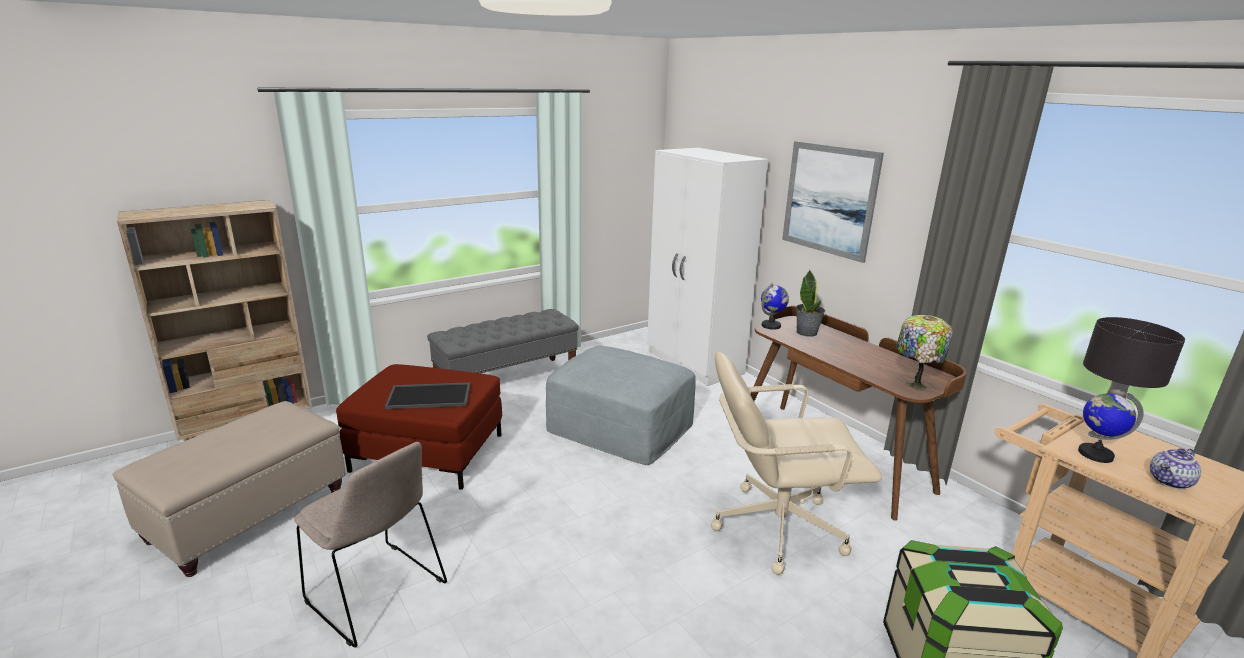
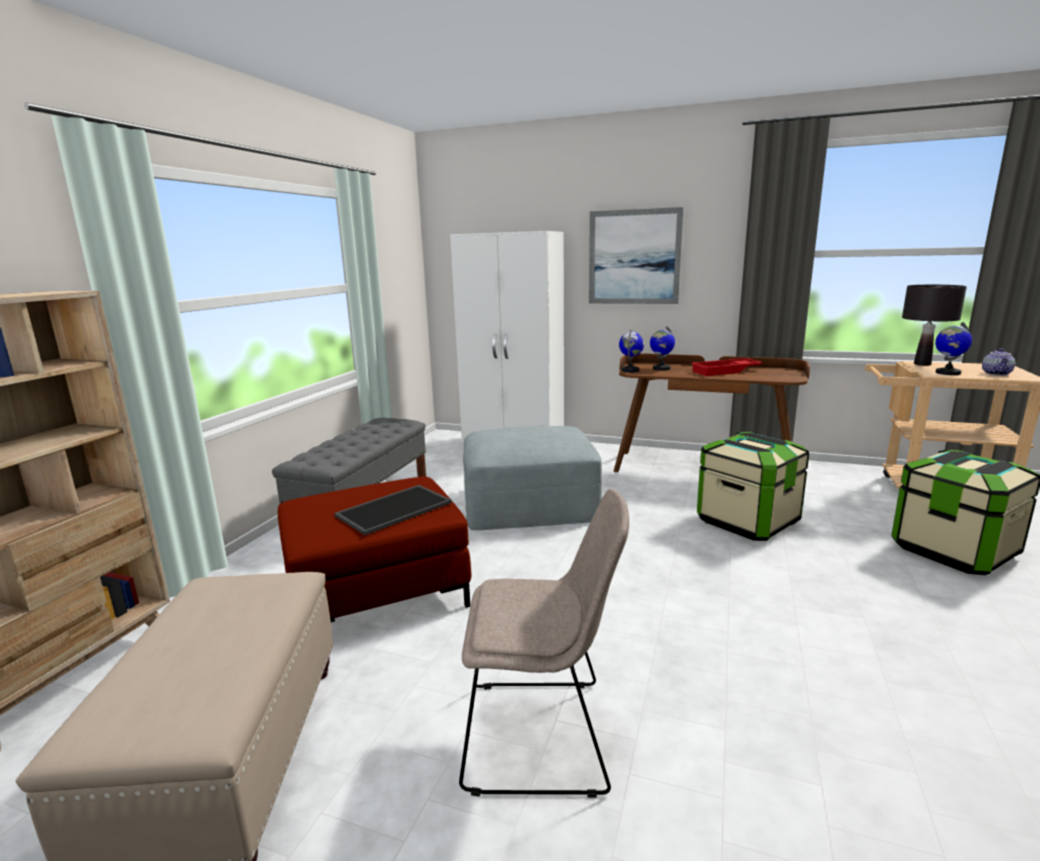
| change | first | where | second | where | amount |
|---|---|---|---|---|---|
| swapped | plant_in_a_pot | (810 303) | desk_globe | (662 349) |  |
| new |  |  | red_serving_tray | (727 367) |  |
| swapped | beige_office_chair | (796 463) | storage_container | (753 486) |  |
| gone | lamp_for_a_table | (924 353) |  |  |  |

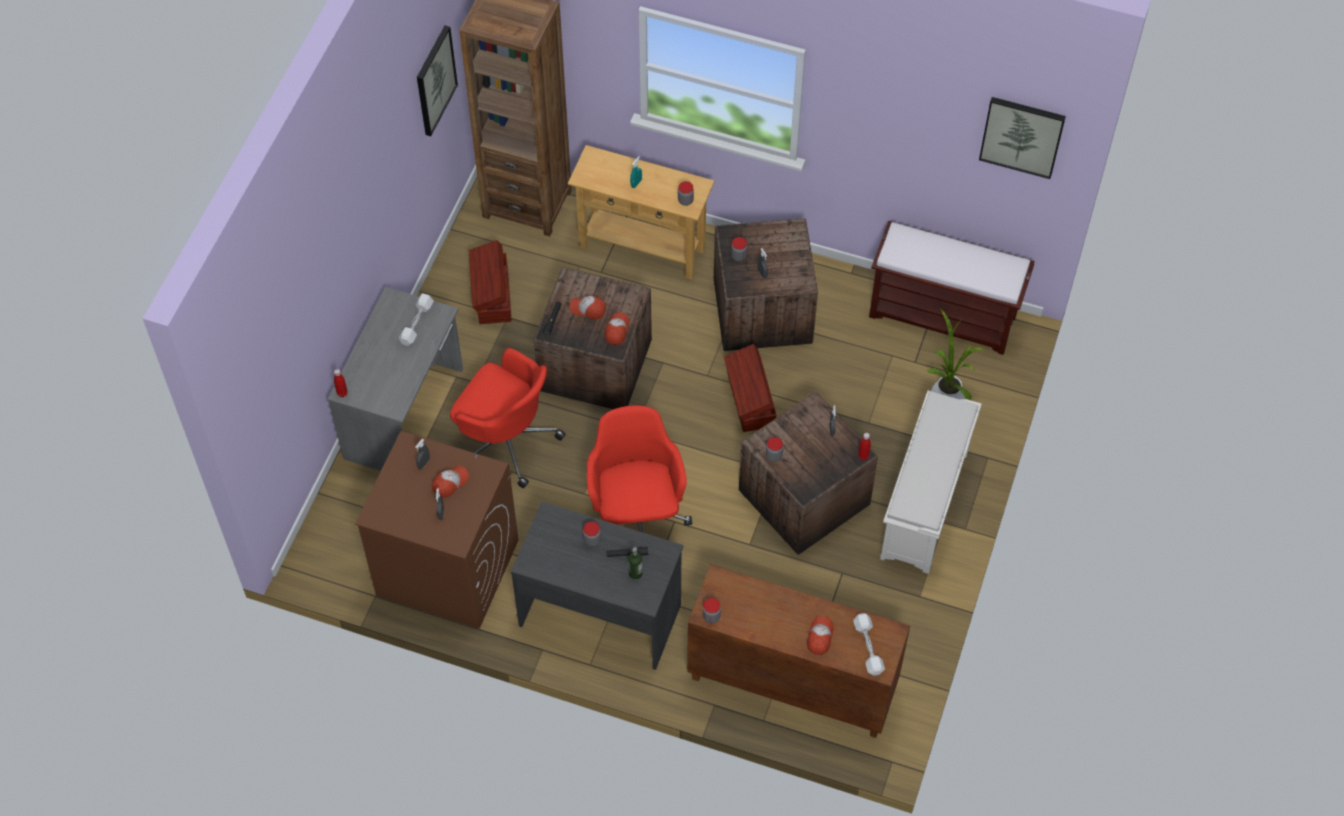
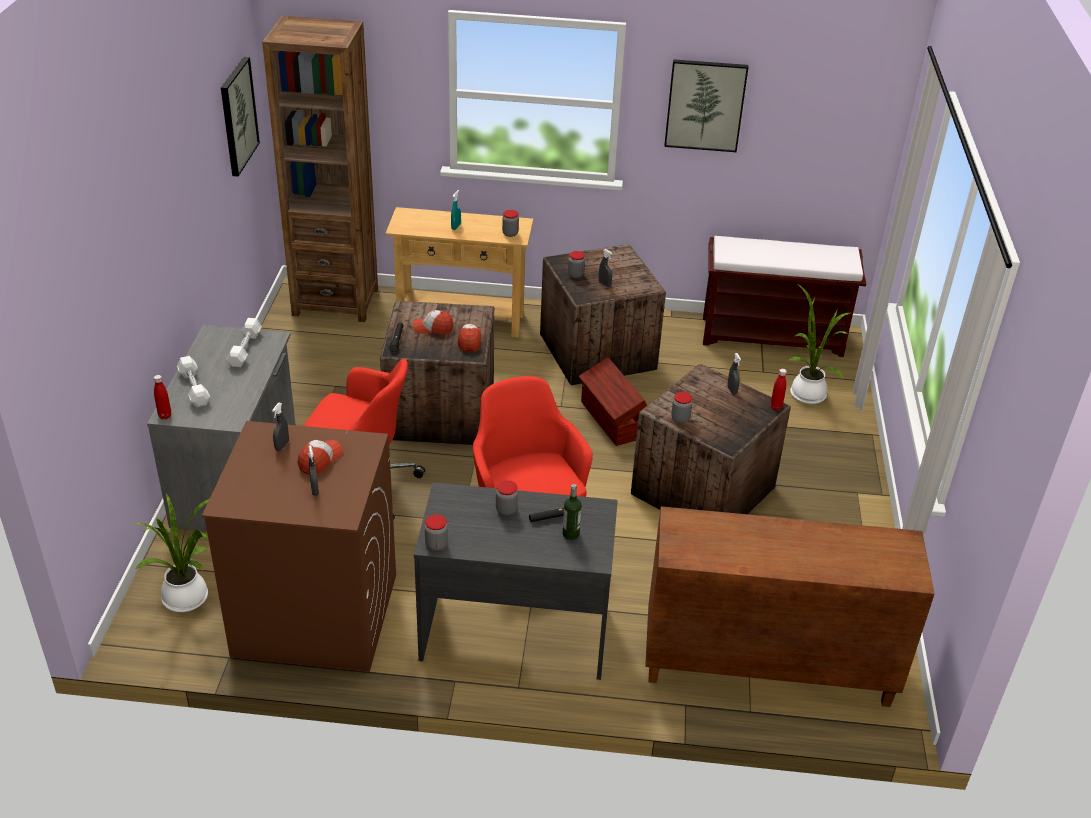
| change | first | where | second | where | amount |
|---|---|---|---|---|---|
| new |  |  | plant_in_a_pot | (171 553) |  |
| shifted | whitish_free_weight | (869 644) |  | (193 381) |  |
| shifted | preserve_jar | (712 610) |  | (436 533) |  |
| shifted | wall_art | (1022 138) |  | (706 105) |  |
| gone | brown_storage_container | (490 282) |  |  |  |
| gone | peaked_cap | (820 635) |  |  |  |
| gone | whitish_shoe_rack | (930 482) |  |  |  |

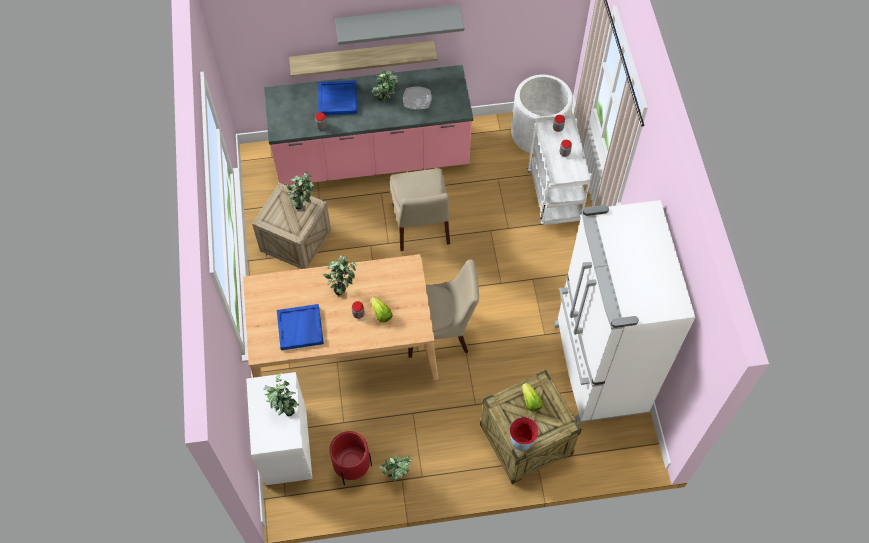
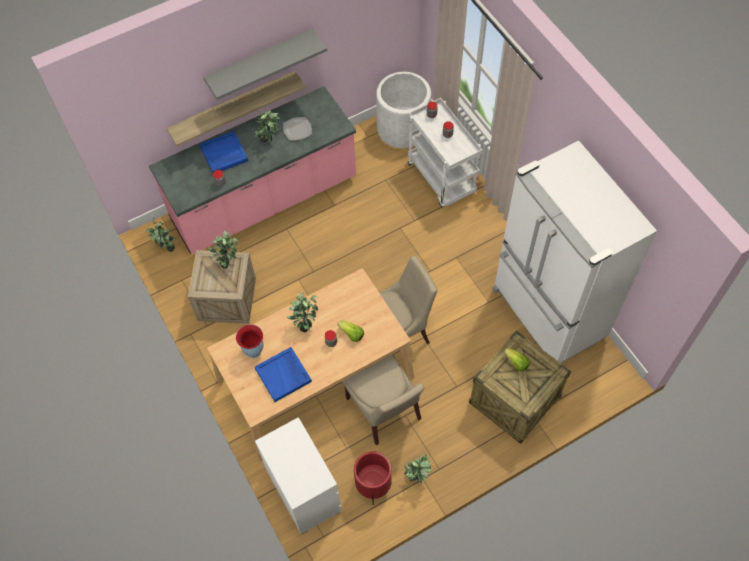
| change | first | where | second | where | amount |
|---|---|---|---|---|---|
| shifted | plant_in_a_pot | (281 394) |  | (161 233) |  |
| shifted | vase | (524 434) |  | (249 341) |  |
| shifted | beige_chair | (420 209) |  | (383 399) |  |

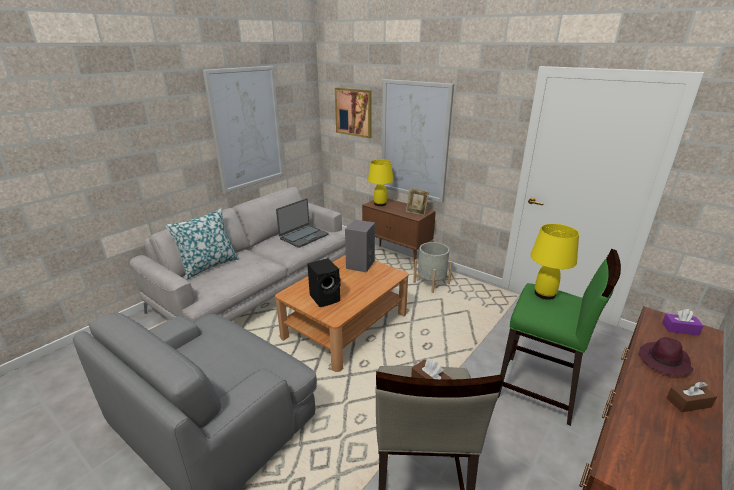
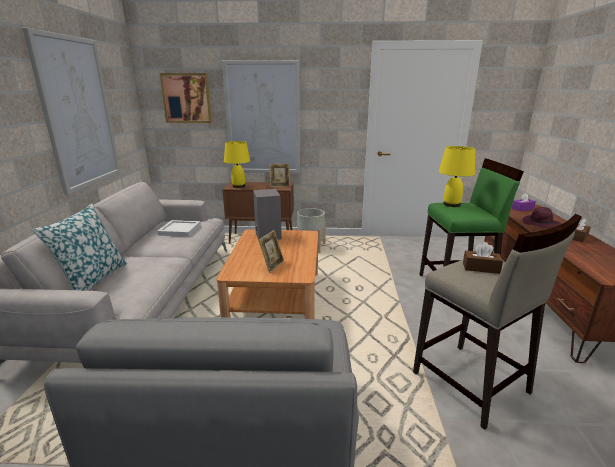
| change | first | where | second | where | amount |
|---|---|---|---|---|---|
| swapped | notebook_computer | (302 223) | whitish_serving_tray | (179 228) |  |
| swapped | black_loudspeaker | (324 282) | picture_frame | (271 251) |  |

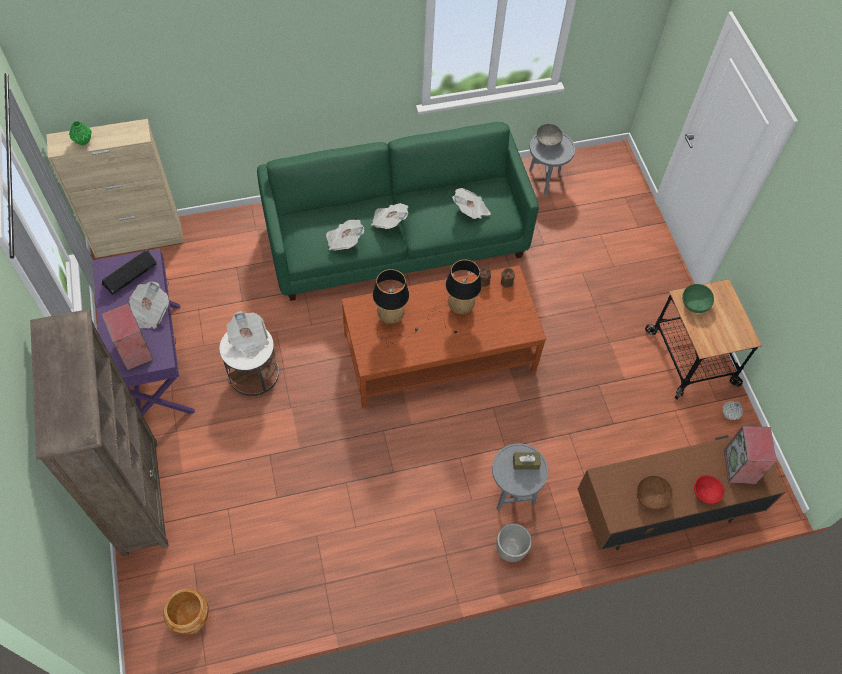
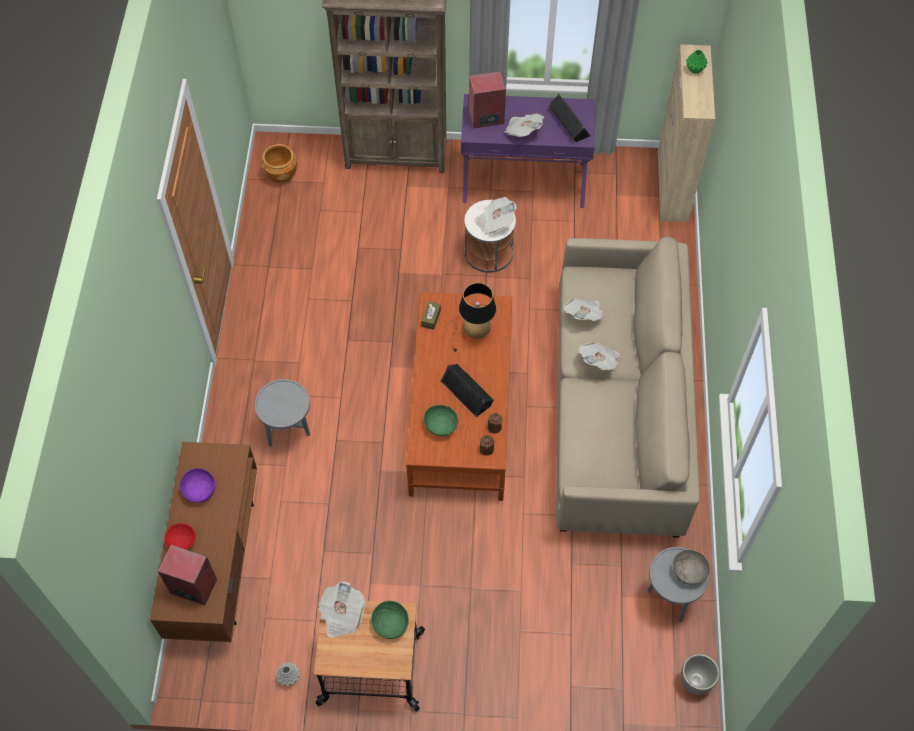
| change | first | where | second | where | amount |
|---|---|---|---|---|---|
| repainted | brown_serving_bowl | (655 493) | purple-coloured_serving_bowl | (197 485) |  |
| shifted | newspaper | (471 203) |  | (342 610) |  |
| shifted | brown_box_of_tissues | (527 460) |  | (431 315) |  |
| new |  |  | greenish_serving_bowl | (441 420) |  |
| swapped | lamp_for_a_table | (454 297) | black_loudspeaker | (467 390) |  |
| repainted | greenish_settee | (398 211) | beige_settee | (628 387) |  |
| shifted | grey_plant_pot | (514 542) |  | (700 674) |  |

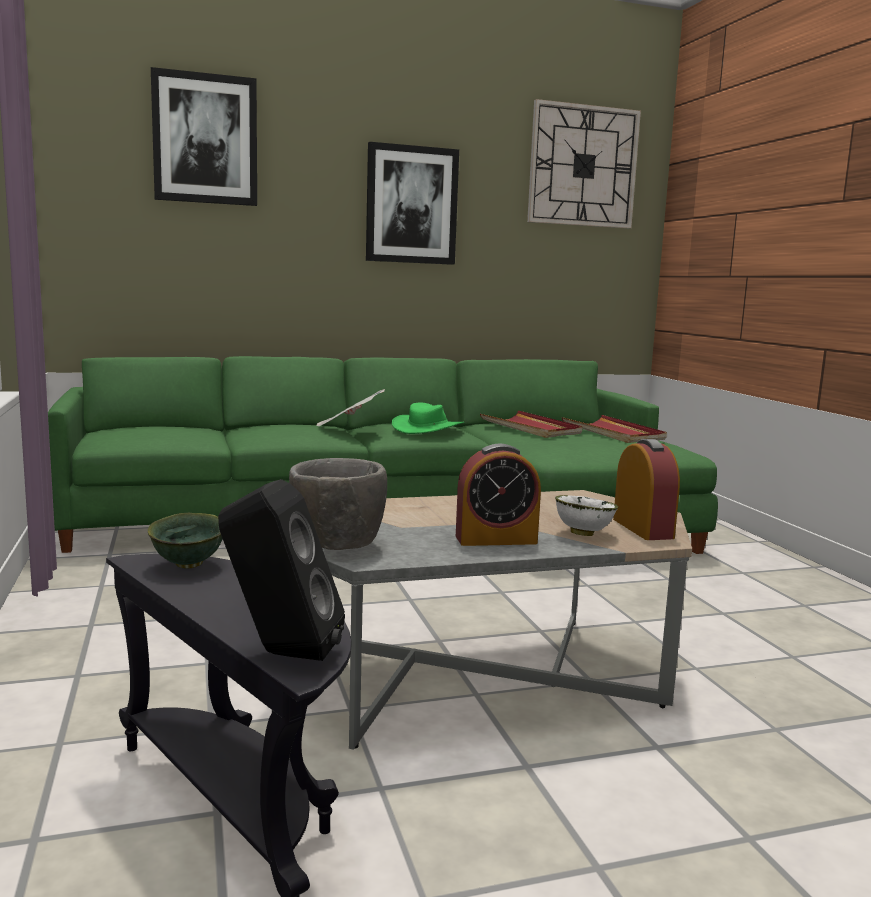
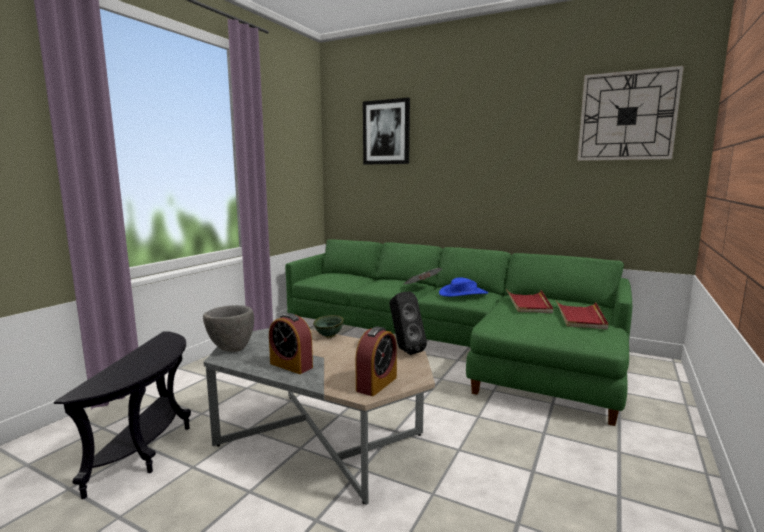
| change | first | where | second | where | amount |
|---|---|---|---|---|---|
| shifted | greenish_serving_bowl | (185 541) |  | (328 326) |  |
| shifted | black_loudspeaker | (281 570) |  | (408 323) |  |
| repainted | greenish_hat | (428 418) | blue_hat | (463 287) |  |
| gone | wall_art | (412 203) |  |  |  |
| gone | whitish_serving_bowl | (586 515) |  |  |  |

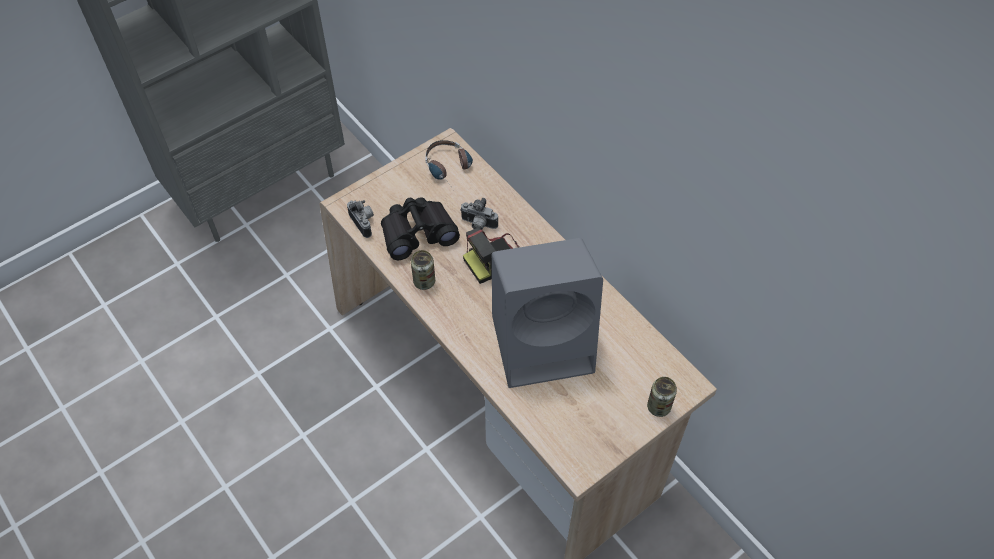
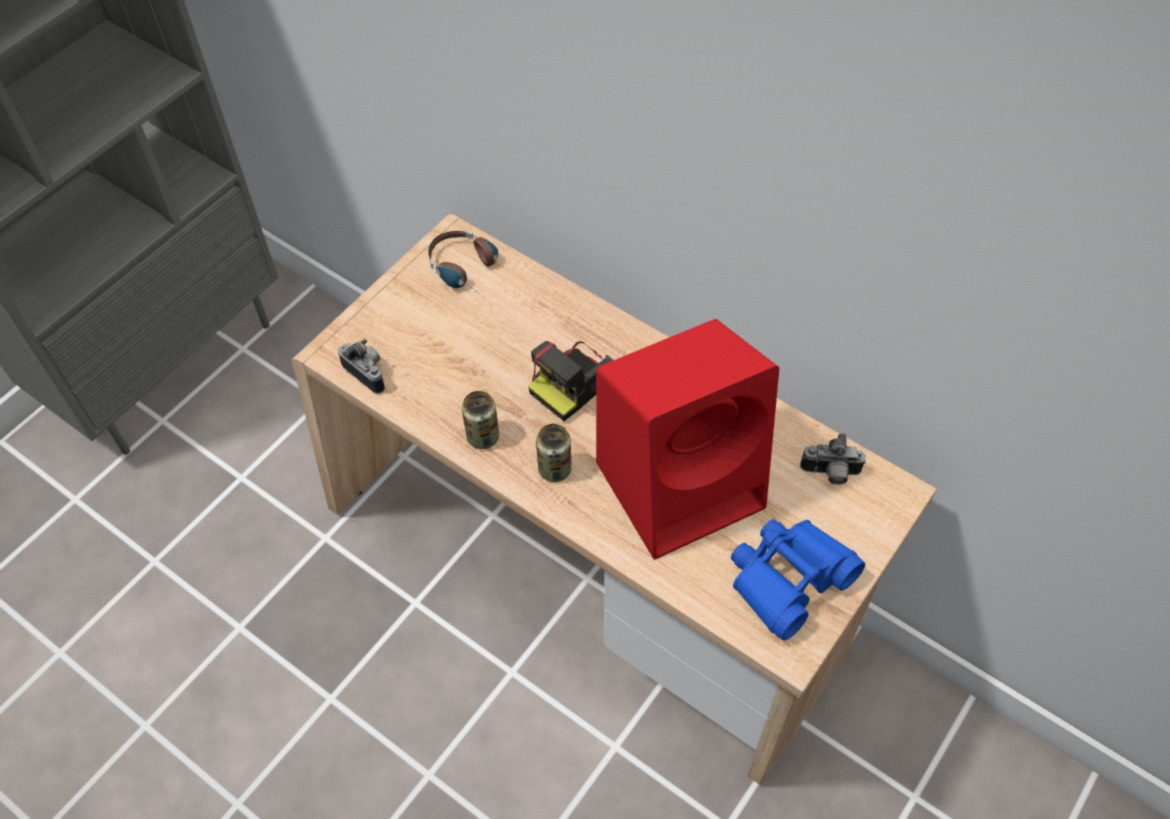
| change | first | where | second | where | amount |
|---|---|---|---|---|---|
| shifted | metal_can | (662 397) |  | (554 453) |  |
| repainted | grey_loudspeaker | (547 313) | red_loudspeaker | (687 439) |  |
| new |  |  | blue_field_glasses | (798 579) |  |
| shifted | still_camera | (479 214) |  | (833 459) |  |
| gone | black_field_glasses | (420 229) |  |  |  |

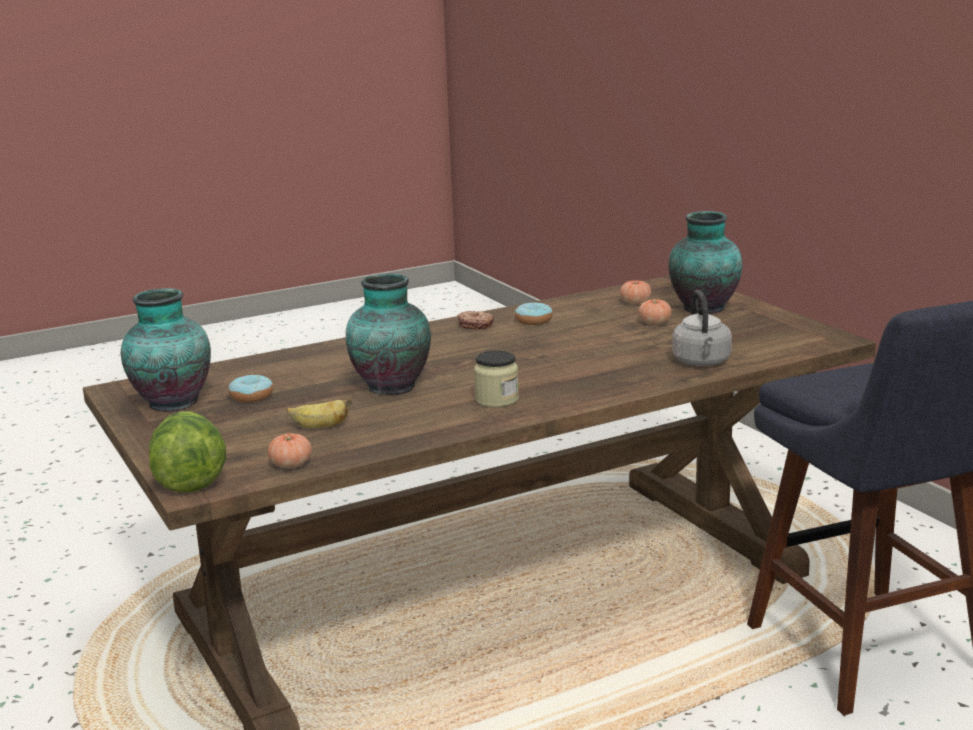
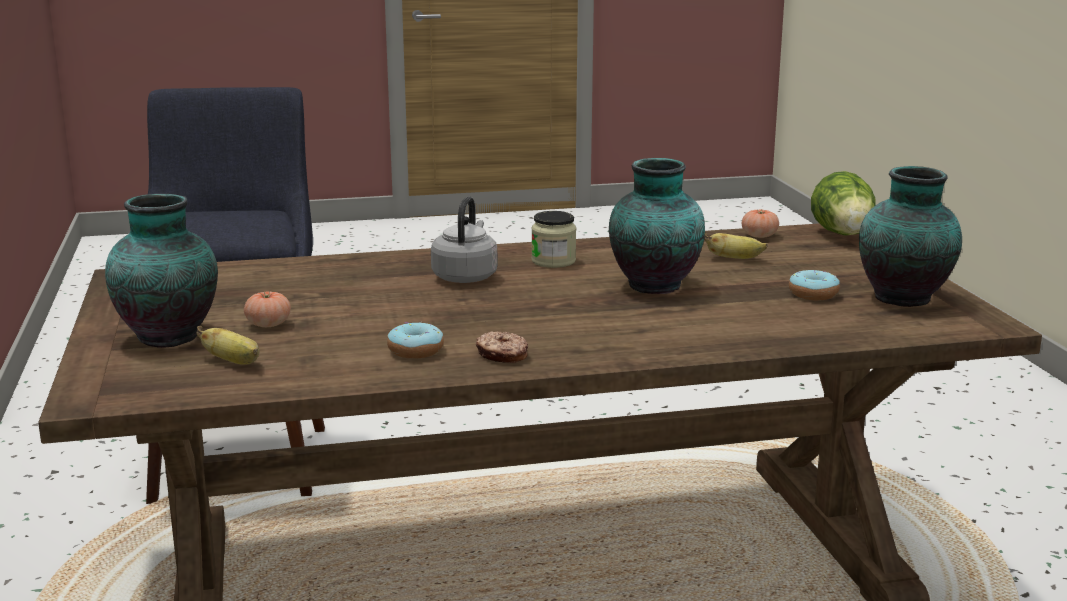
| change | first | where | second | where | amount |
|---|---|---|---|---|---|
| swapped | whole_tomato | (635 292) | whole_banana | (228 345) |  |
| shifted | grey_water_kettle | (702 328) |  | (464 239) |  |

